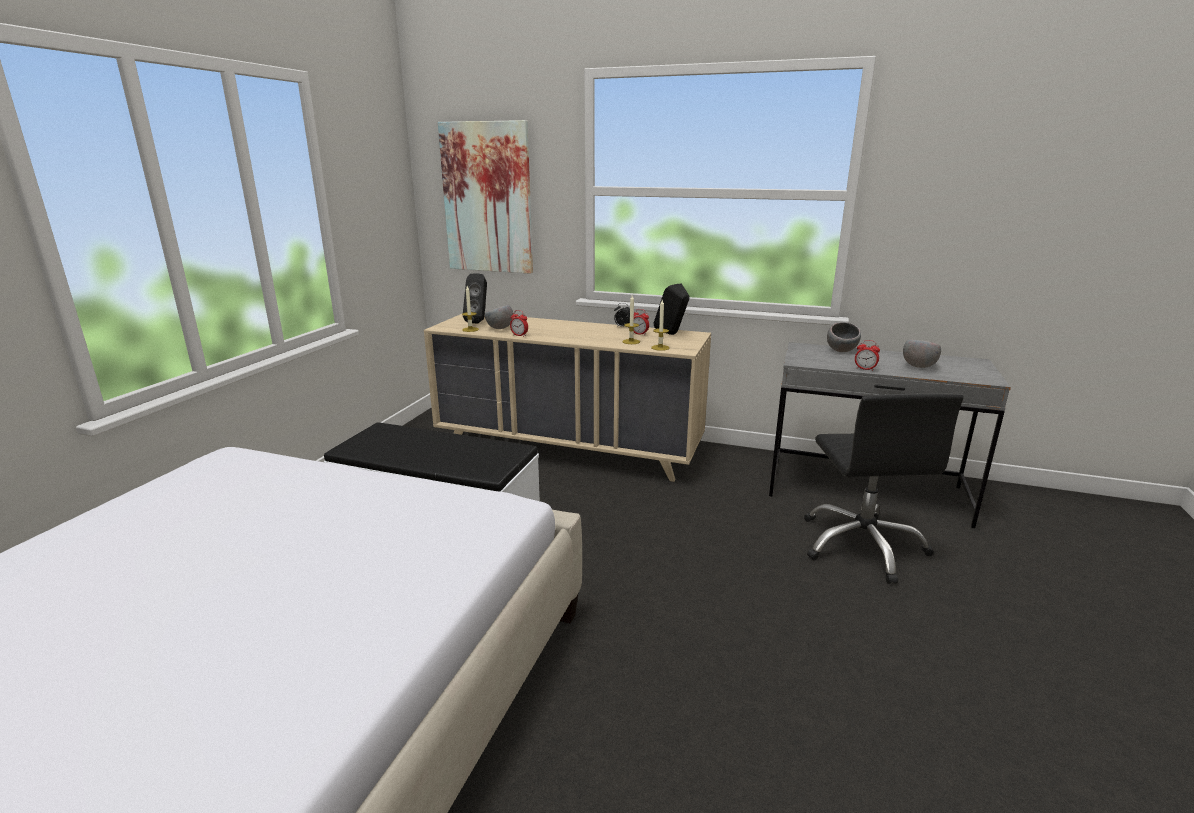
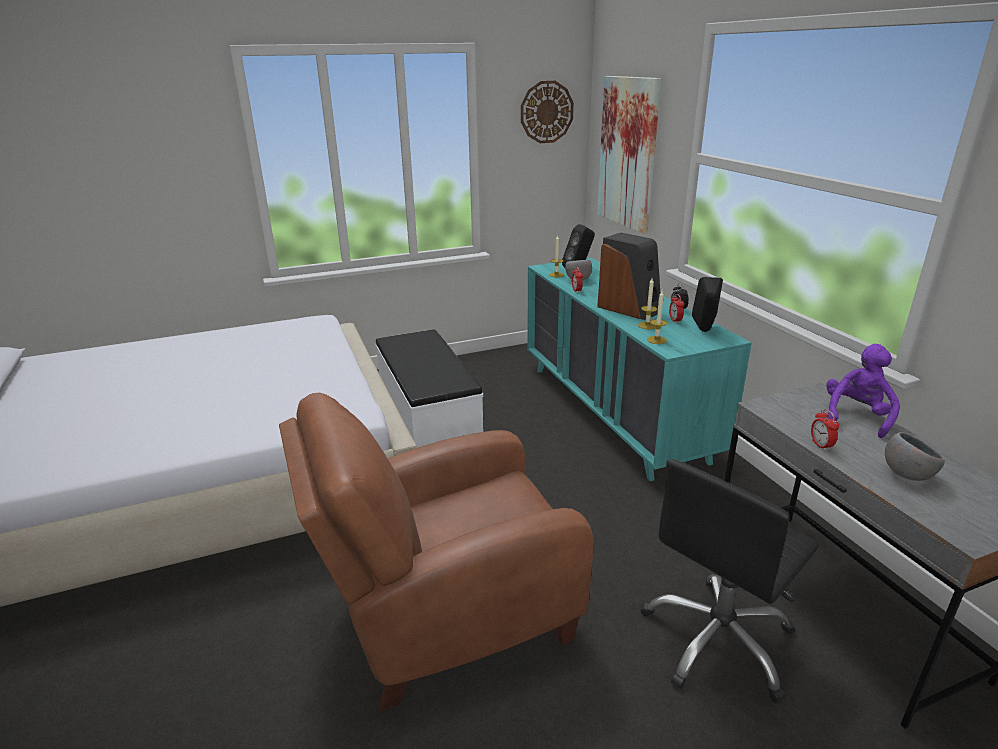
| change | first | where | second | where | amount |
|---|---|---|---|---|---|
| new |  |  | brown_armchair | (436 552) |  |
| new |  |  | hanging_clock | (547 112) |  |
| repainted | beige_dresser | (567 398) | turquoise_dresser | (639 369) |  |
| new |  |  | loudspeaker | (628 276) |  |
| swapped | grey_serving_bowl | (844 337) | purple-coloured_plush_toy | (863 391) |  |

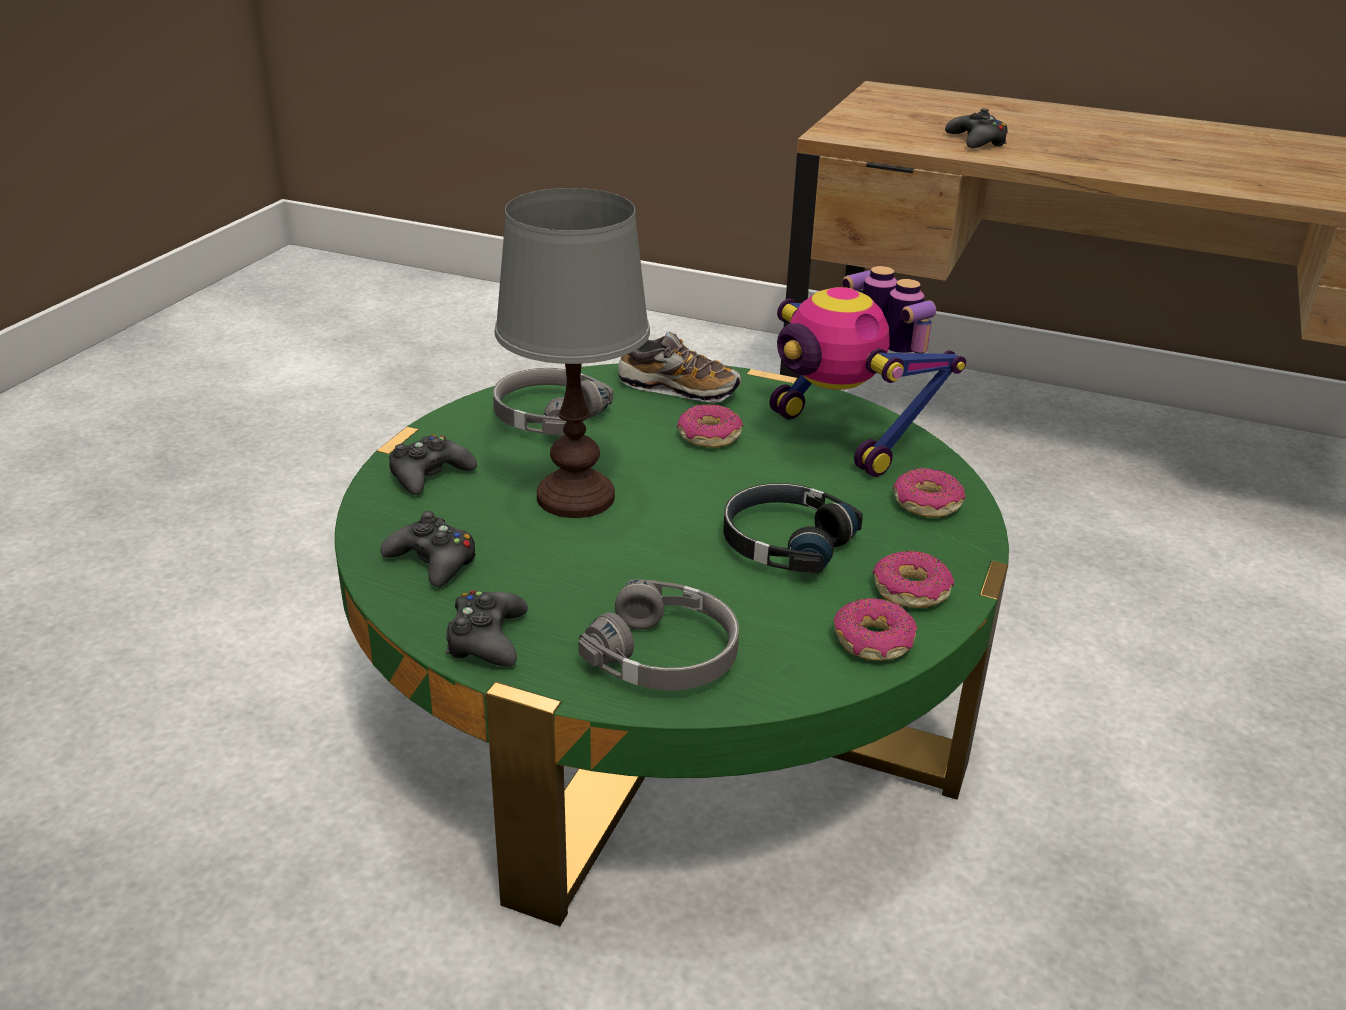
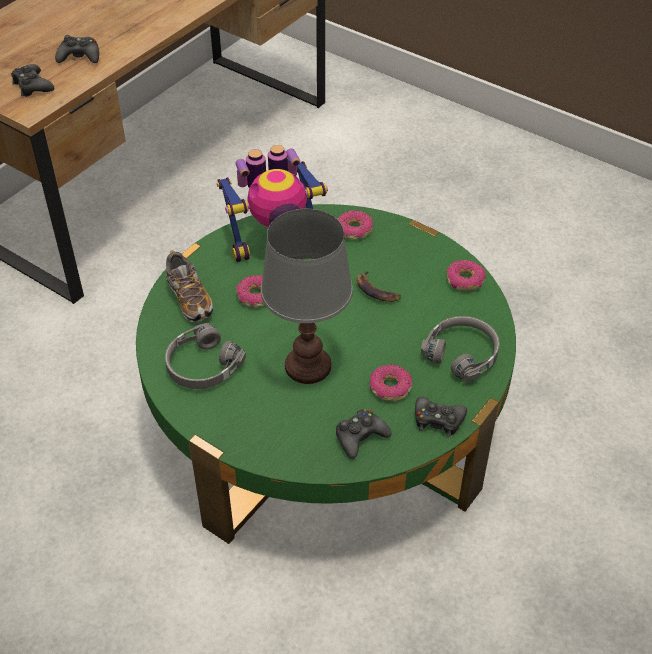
| change | first | where | second | where | amount |
|---|---|---|---|---|---|
| shifted | black_gamepad | (433 464) |  | (32 80) |  |
| rotated | low_shoe | (679 367) |  | (189 286) | 120 degrees clockwise |
| swapped | black_headset | (793 528) | whole_banana | (378 285) |  |
| shifted | doughnut | (913 579) |  | (391 382) |  |

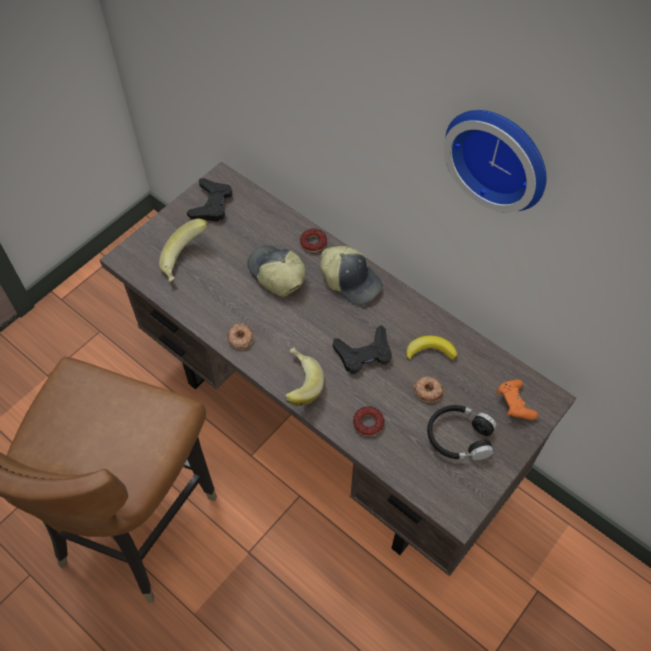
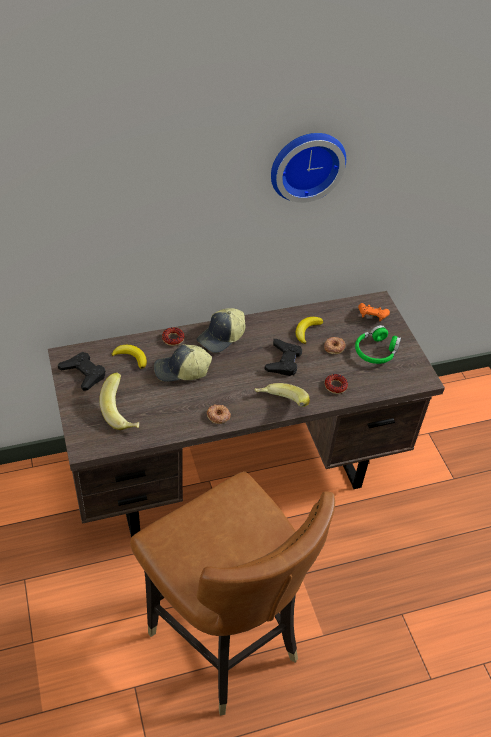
| change | first | where | second | where | amount |
|---|---|---|---|---|---|
| new |  |  | whole_banana | (129 357) |  |
| rotated | peaked_cap | (351 276) |  | (220 330) | 150 degrees clockwise |
| repainted | black_headset | (462 432) | greenish_headset | (378 344) |  |

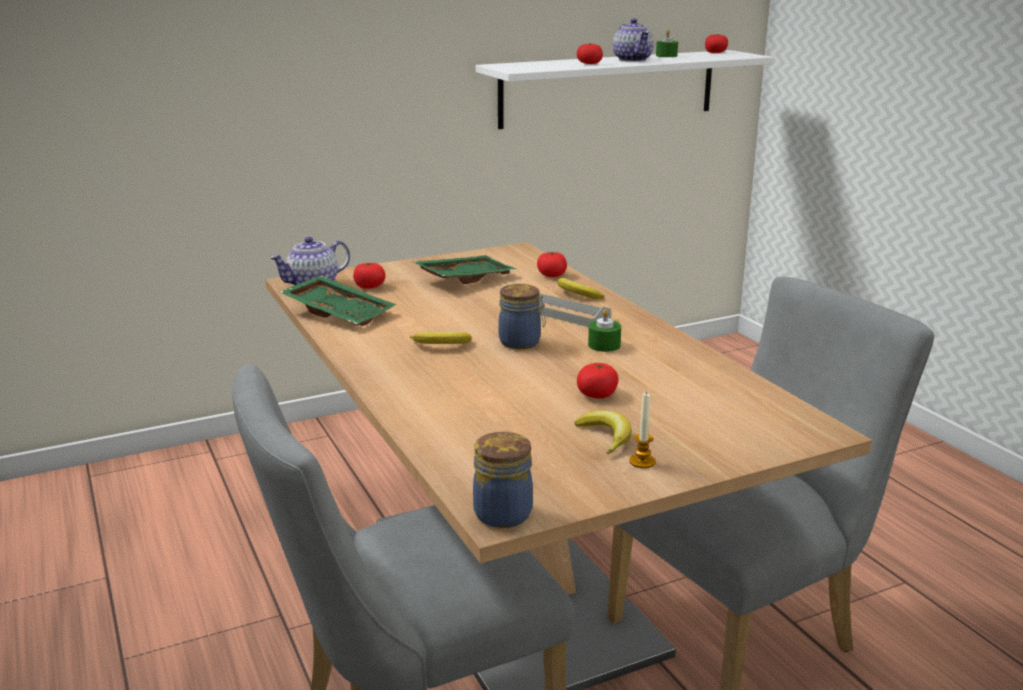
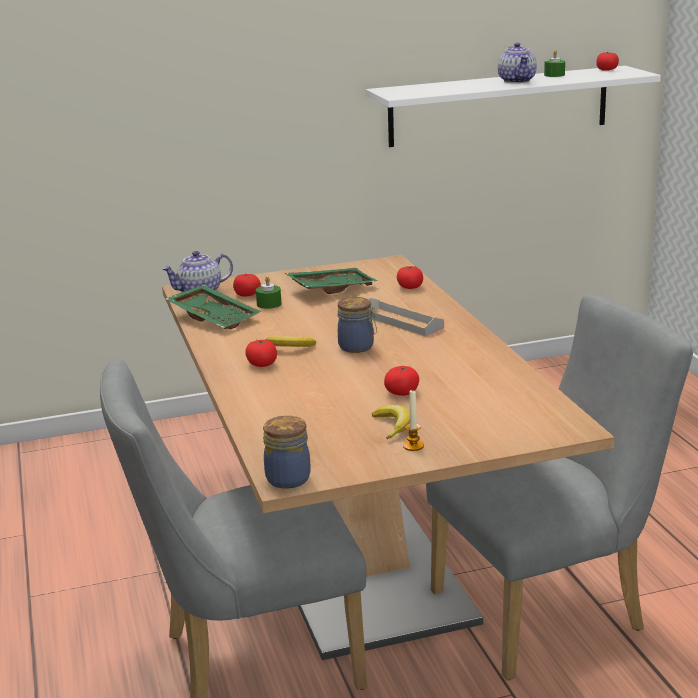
| change | first | where | second | where | amount |
|---|---|---|---|---|---|
| shifted | whole_tomato | (590 53) |  | (261 353) |  |
| shifted | greenish_wax_light | (604 330) |  | (269 292) |  |
| gone | whole_banana | (580 288) |  |  |  |

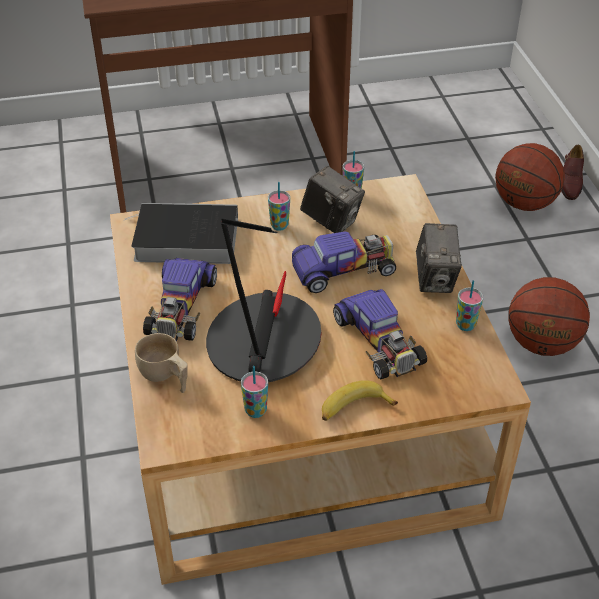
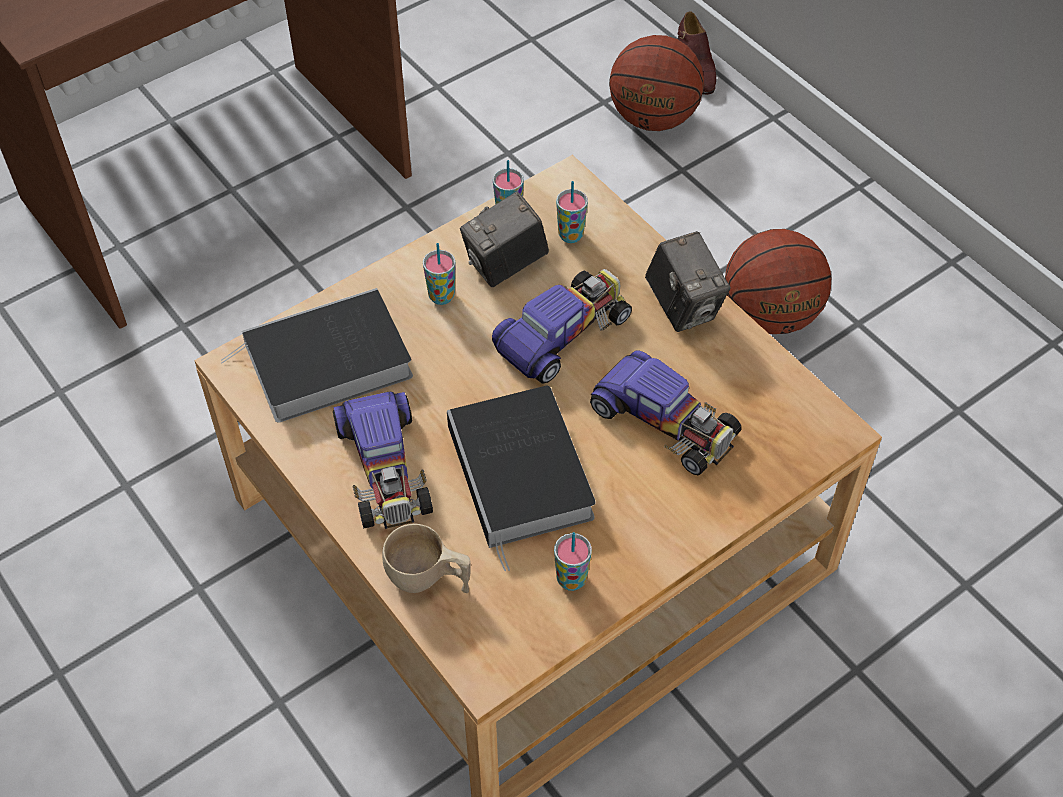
| change | first | where | second | where | amount |
|---|---|---|---|---|---|
| swapped | lamp_for_a_table | (263 300) | bound_book | (521 478) |  |
| rotated | still_camera | (332 199) |  | (504 239) | 135 degrees clockwise |
| shifted | drinking_cup | (469 305) |  | (572 212) |  |
| gone | whole_banana | (360 400) |  |  |  |

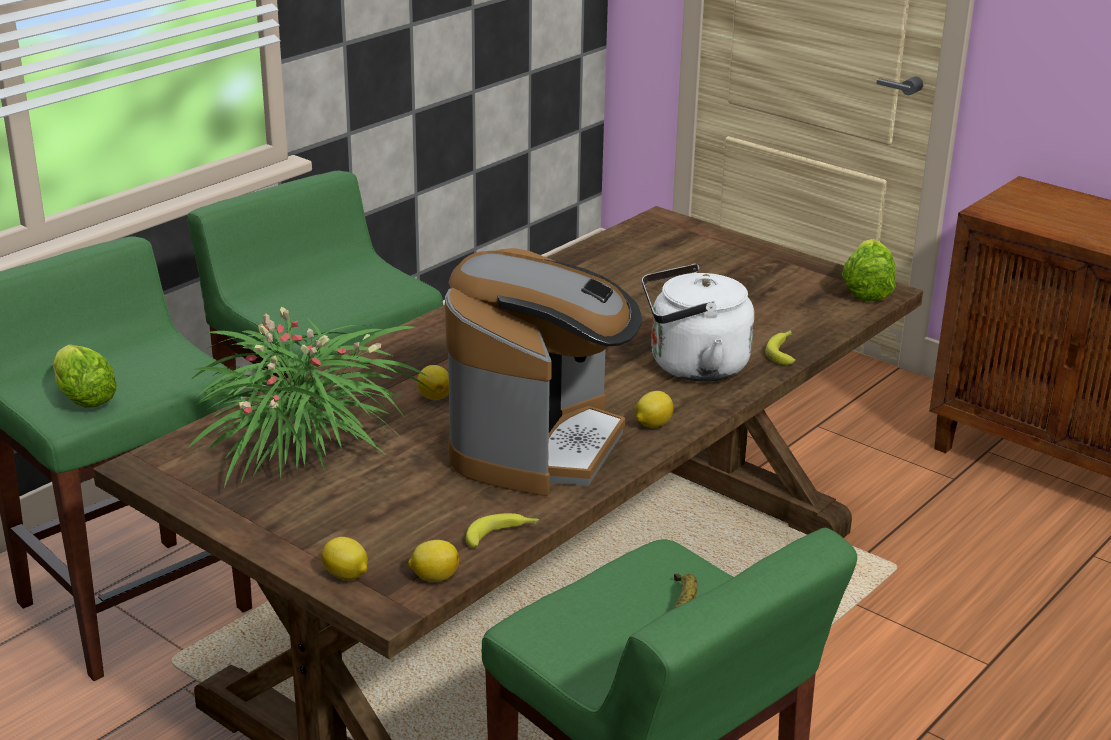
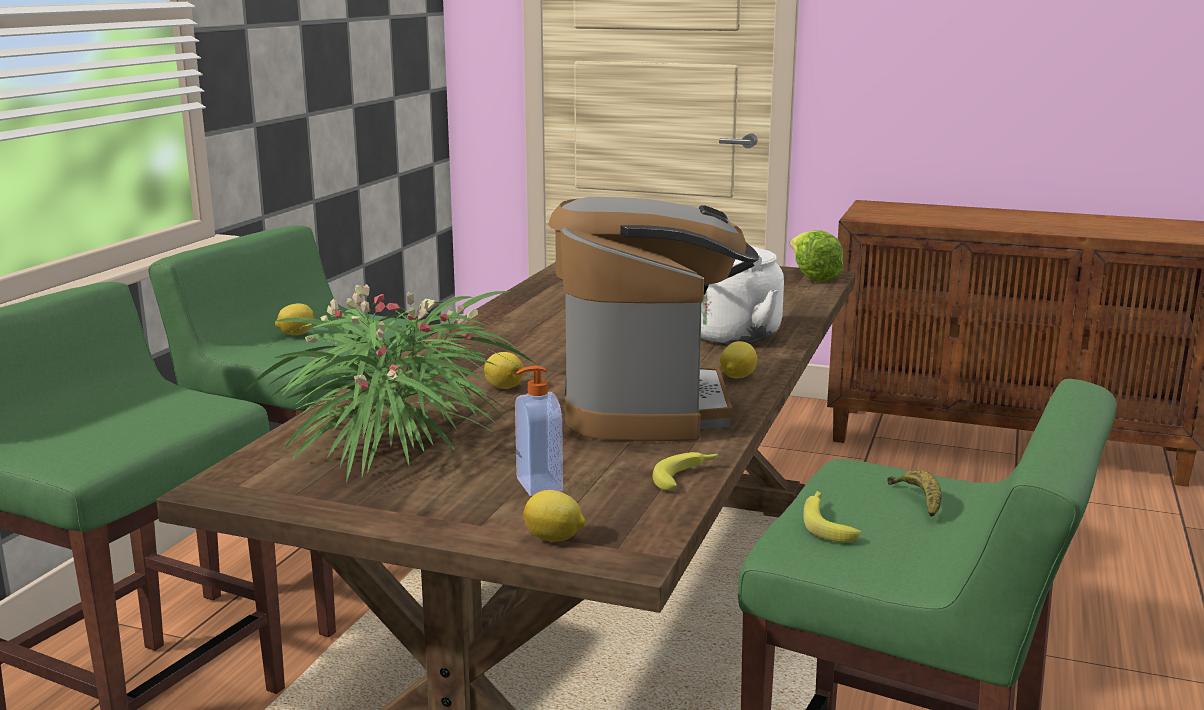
| change | first | where | second | where | amount |
|---|---|---|---|---|---|
| shifted | lemon | (433 561) |  | (295 319) |  |
| new |  |  | soap_bottle | (539 431) |  |
| shifted | whole_banana | (780 347) |  | (832 516) |  |
| gone | head_of_lettuce | (85 376) |  |  |  |

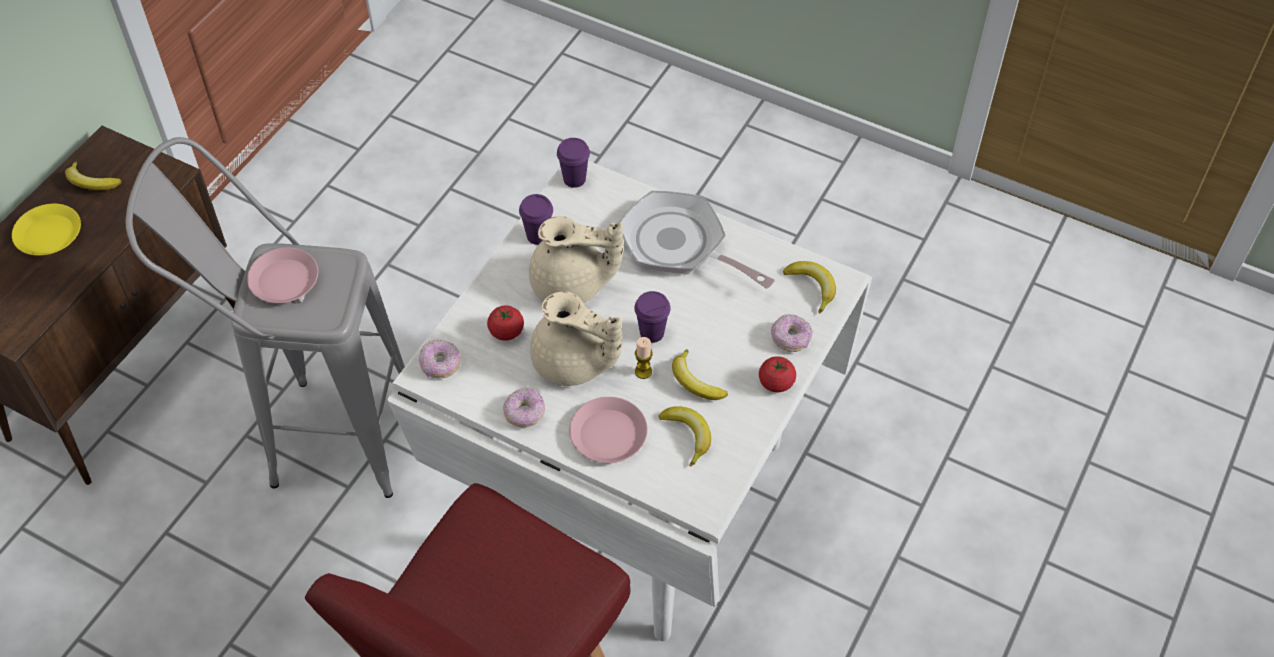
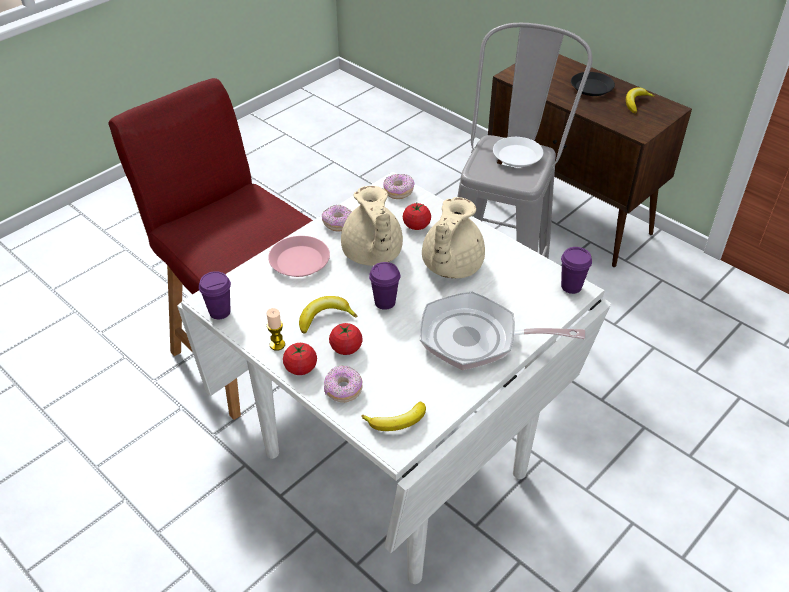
| change | first | where | second | where | amount |
|---|---|---|---|---|---|
| shifted | purple-coloured_drinking_cup | (536 219) |  | (215 295) |  |
| shifted | wax_light | (644 358) |  | (276 329) |  |
| new |  |  | whole_tomato | (346 339) |  |
| rotated | beige_pot_for_tea | (576 338) |  | (372 226) | 60 degrees counterclockwise |
| rotated | skillet | (697 240) |  | (502 330) | 135 degrees counterclockwise |
| repainted | pink_flat_dish | (282 275) | whitish_flat_dish | (518 152) |  |
| repainted | yellow_flat_dish | (46 230) | black_flat_dish | (593 84) |  |
| gone | whole_banana | (685 436) |  |  |  |

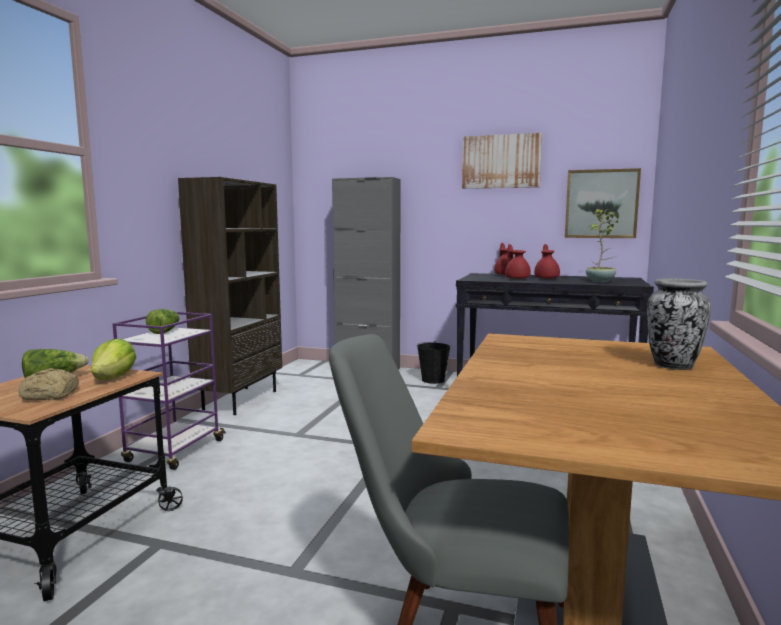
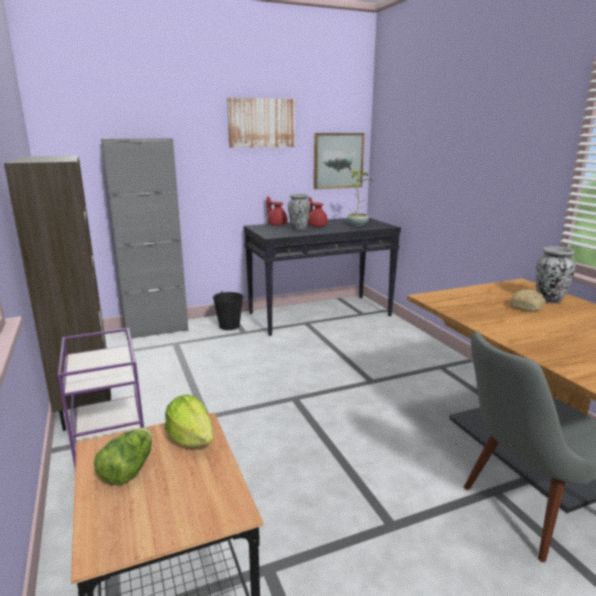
| change | first | where | second | where | amount |
|---|---|---|---|---|---|
| swapped | red_pot_for_tea | (518 261) | vase | (299 212) |  |
| shifted | bread | (48 384) |  | (528 300) |  |
| gone | head_of_lettuce | (162 321) |  |  |  |

